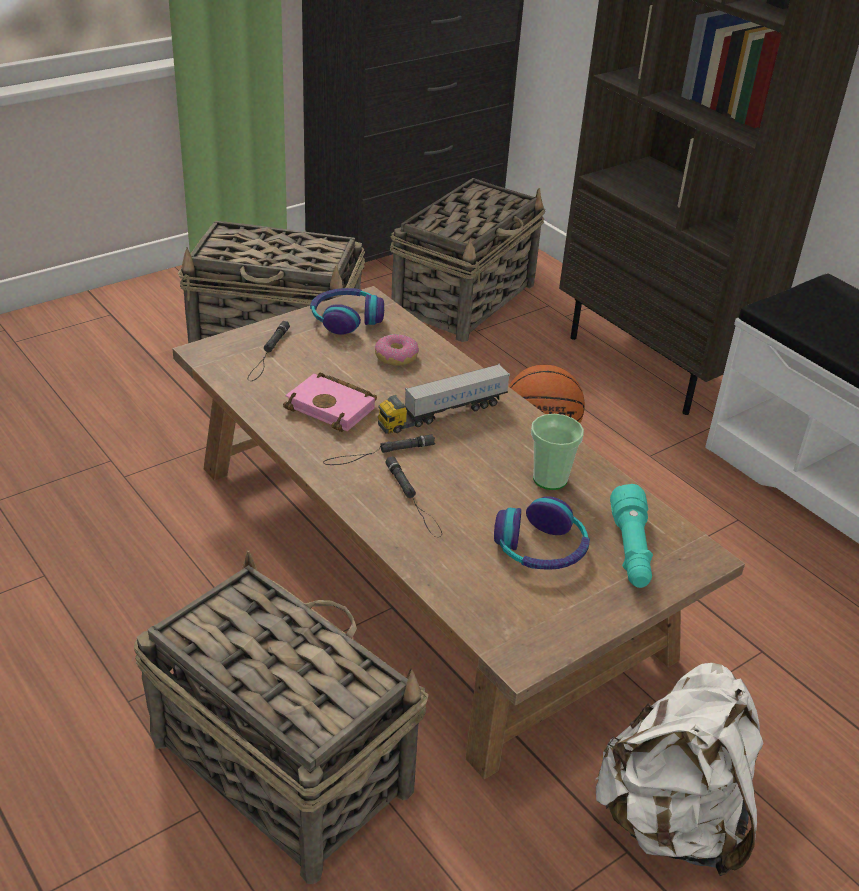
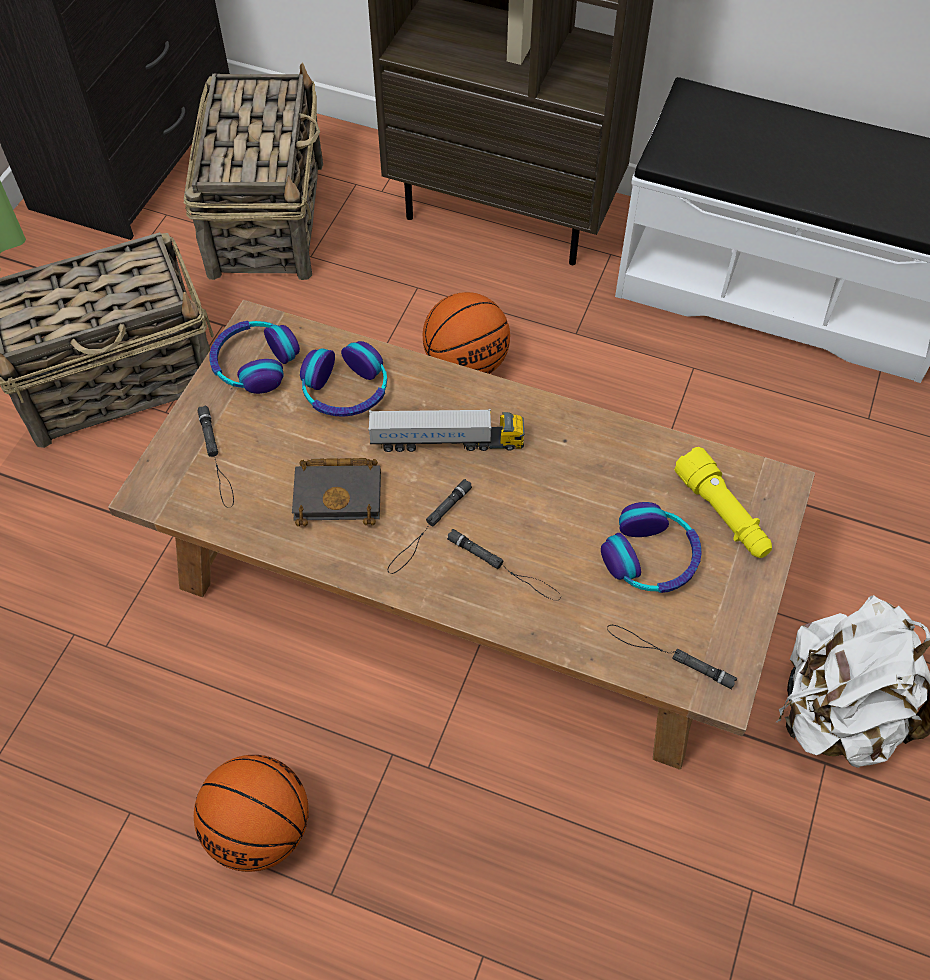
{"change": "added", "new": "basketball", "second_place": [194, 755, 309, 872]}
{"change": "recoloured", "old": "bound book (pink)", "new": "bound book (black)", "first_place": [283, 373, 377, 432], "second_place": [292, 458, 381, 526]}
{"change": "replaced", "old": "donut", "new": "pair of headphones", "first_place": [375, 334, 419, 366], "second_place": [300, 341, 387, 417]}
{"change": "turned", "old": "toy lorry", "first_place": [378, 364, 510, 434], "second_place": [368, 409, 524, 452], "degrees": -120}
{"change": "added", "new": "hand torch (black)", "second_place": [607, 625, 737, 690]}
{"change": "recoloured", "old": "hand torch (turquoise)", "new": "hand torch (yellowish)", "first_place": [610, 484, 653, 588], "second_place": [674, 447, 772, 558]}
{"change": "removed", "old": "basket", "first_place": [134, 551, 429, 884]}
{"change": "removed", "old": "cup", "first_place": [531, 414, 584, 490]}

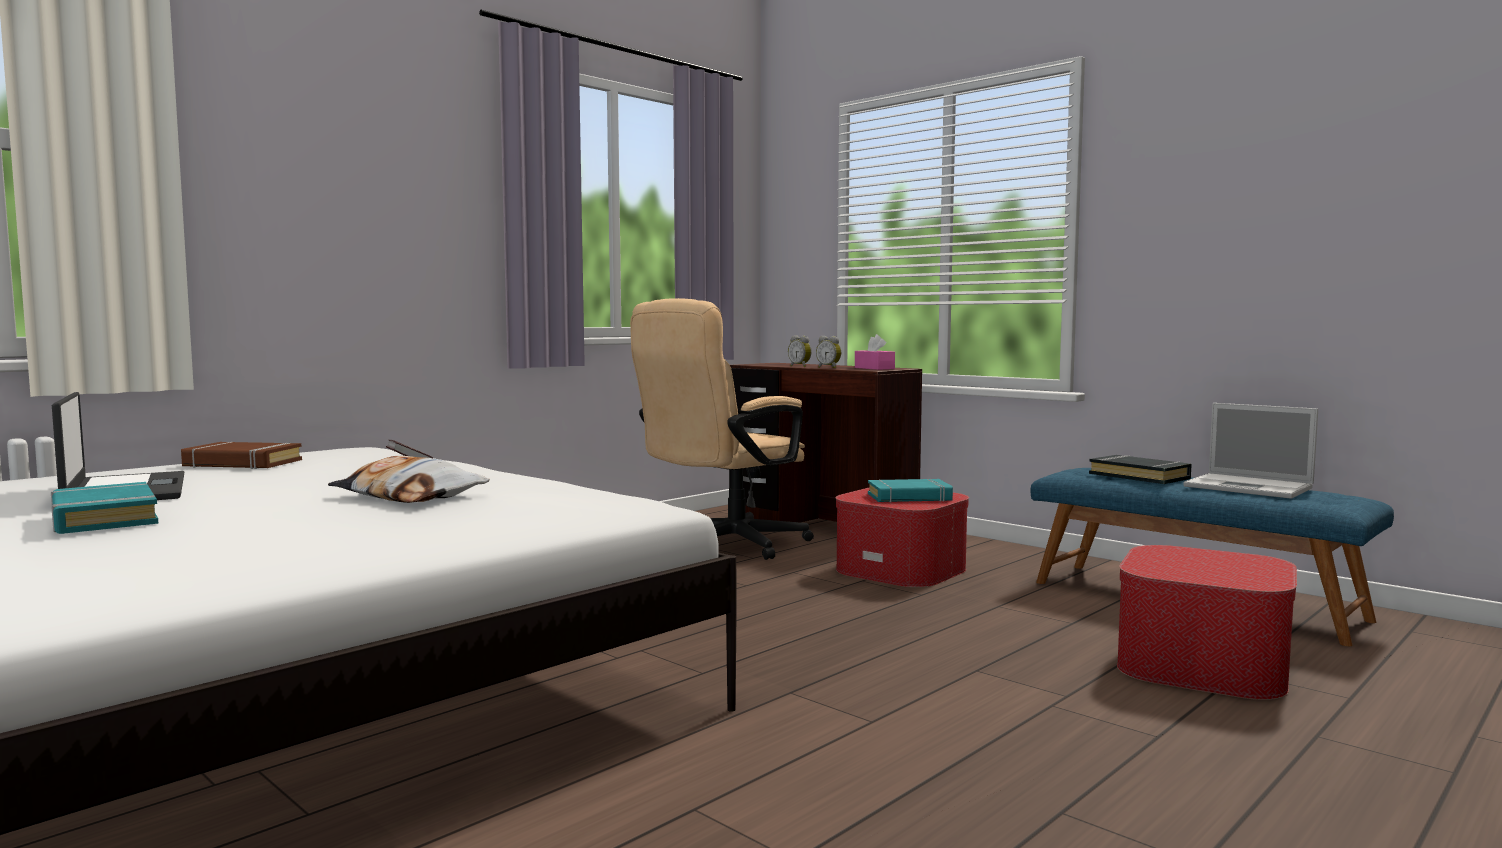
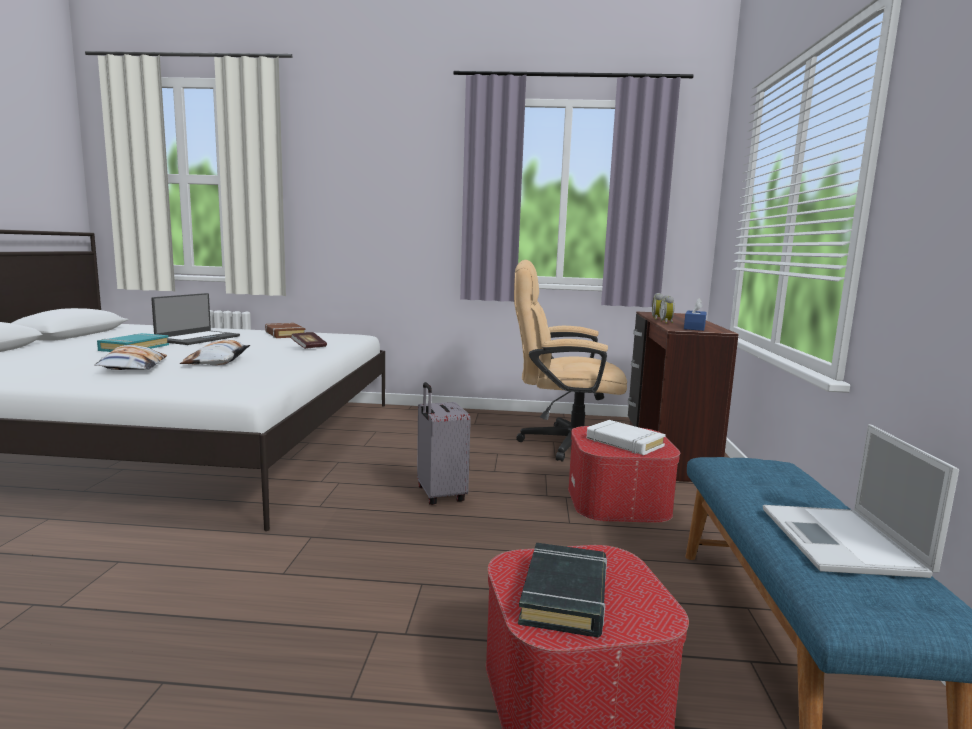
{"change": "added", "new": "throw pillow", "second_place": [94, 345, 167, 370]}
{"change": "added", "new": "travel case (grey)", "second_place": [417, 382, 471, 505]}
{"change": "moved", "old": "bound book (black)", "first_place": [1089, 455, 1192, 484], "second_place": [518, 543, 607, 637]}
{"change": "recoloured", "old": "bound book (turquoise)", "new": "bound book (whitish)", "first_place": [868, 479, 953, 503], "second_place": [587, 420, 666, 455]}
{"change": "recoloured", "old": "box of tissues (pink)", "new": "box of tissues (bluish)", "first_place": [855, 334, 895, 370], "second_place": [684, 298, 707, 331]}

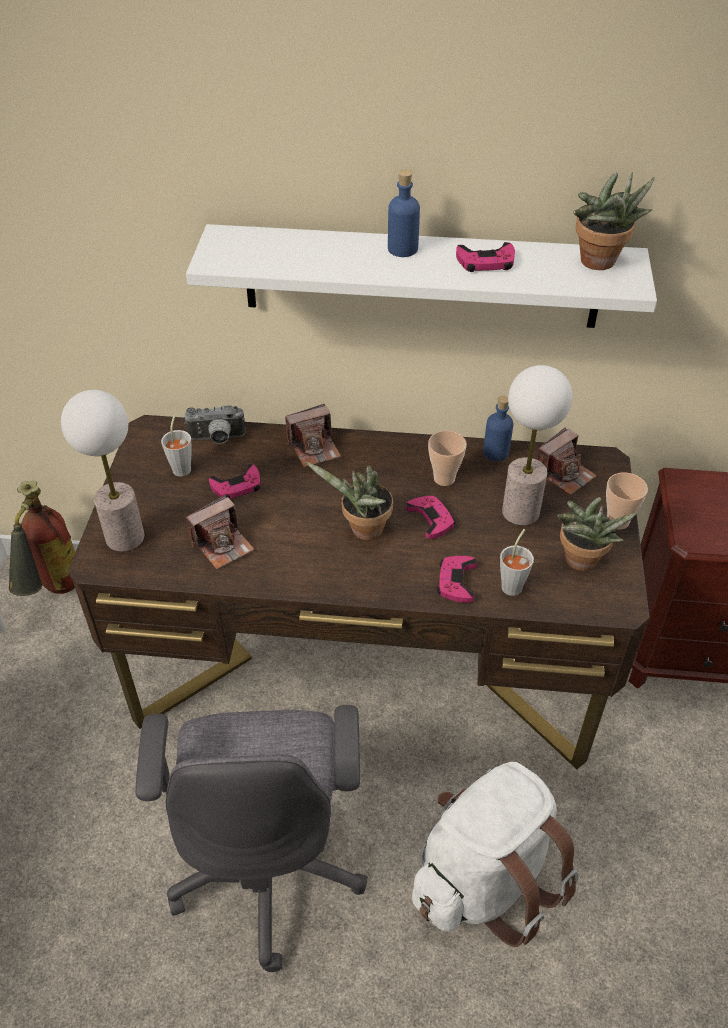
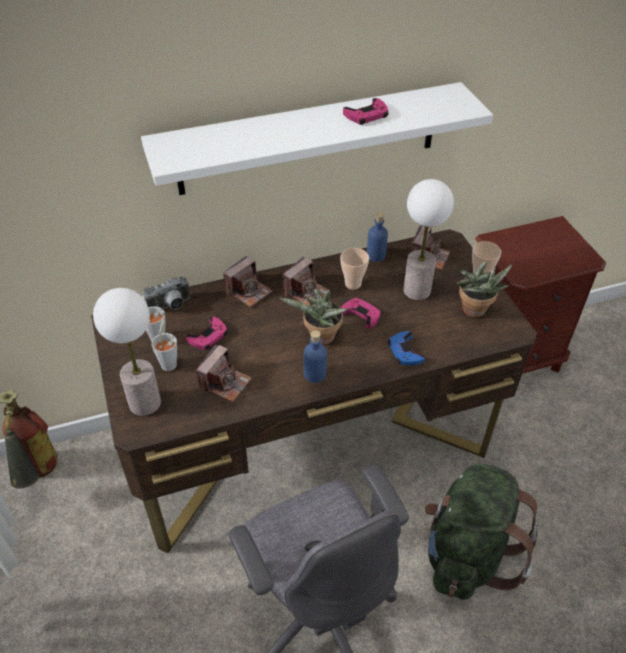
{"change": "moved", "old": "cup (grey)", "first_place": [500, 529, 534, 596], "second_place": [151, 320, 177, 371]}
{"change": "added", "new": "photo camera", "second_place": [282, 256, 328, 305]}
{"change": "moved", "old": "bottle (bluish)", "first_place": [388, 170, 420, 257], "second_place": [304, 330, 327, 383]}
{"change": "recoloured", "old": "gamepad (pink)", "new": "gamepad (bluish)", "first_place": [437, 556, 477, 603], "second_place": [388, 331, 425, 365]}
{"change": "recoloured", "old": "rucksack (whitish)", "new": "rucksack (green-coloured)", "first_place": [412, 762, 578, 947], "second_place": [425, 463, 538, 600]}
{"change": "removed", "old": "potted plant", "first_place": [573, 172, 655, 270]}

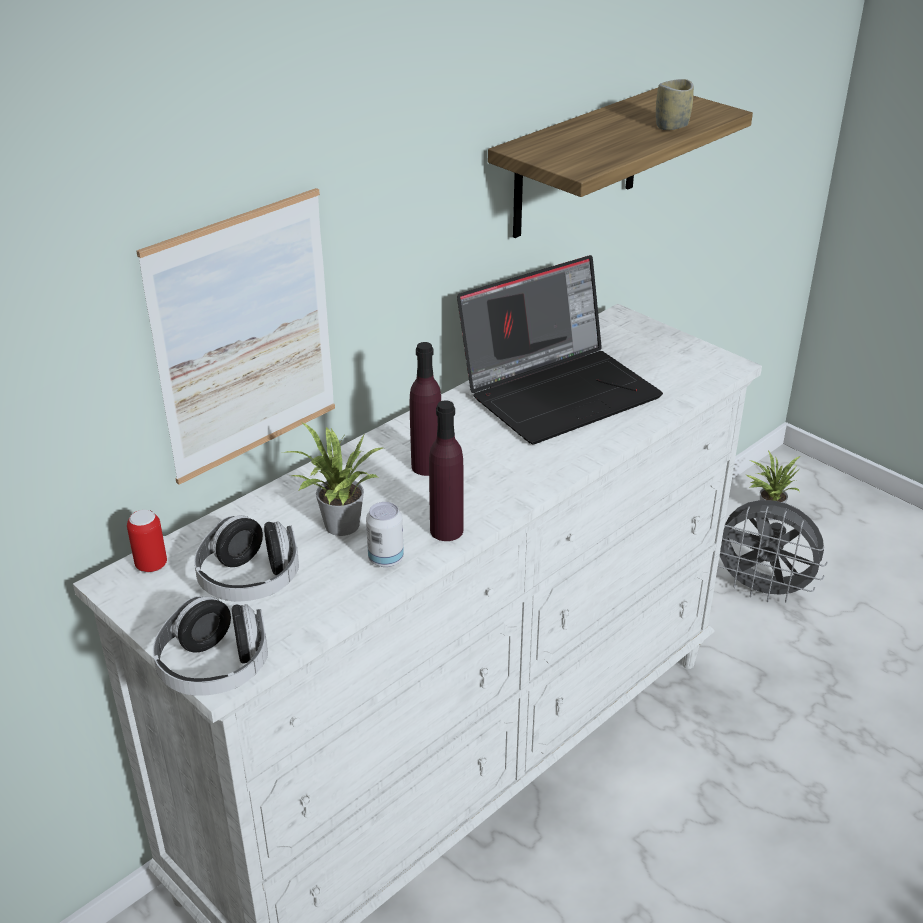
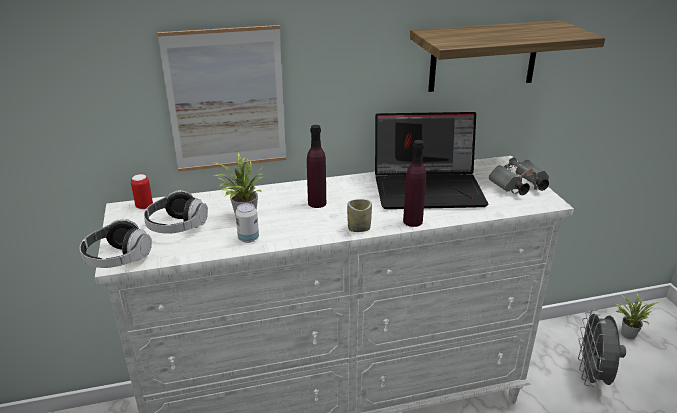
{"change": "moved", "old": "cup", "first_place": [656, 79, 694, 130], "second_place": [347, 199, 372, 232]}
{"change": "moved", "old": "bottle (purple-coloured)", "first_place": [429, 400, 464, 541], "second_place": [403, 140, 426, 227]}
{"change": "added", "new": "pair of binoculars (grey)", "second_place": [489, 157, 549, 195]}
{"change": "turned", "old": "fan (grey)", "first_place": [718, 500, 828, 602], "second_place": [578, 310, 626, 387], "degrees": 45}

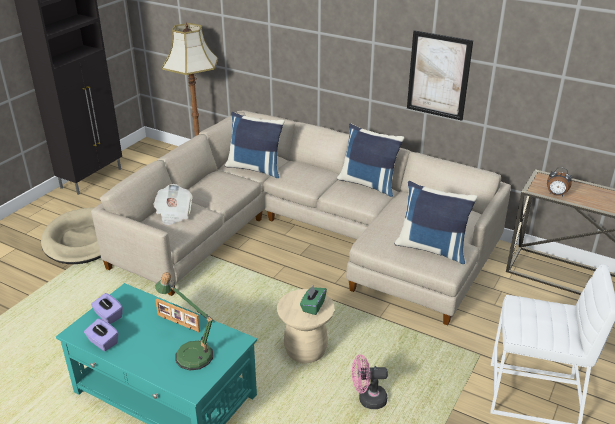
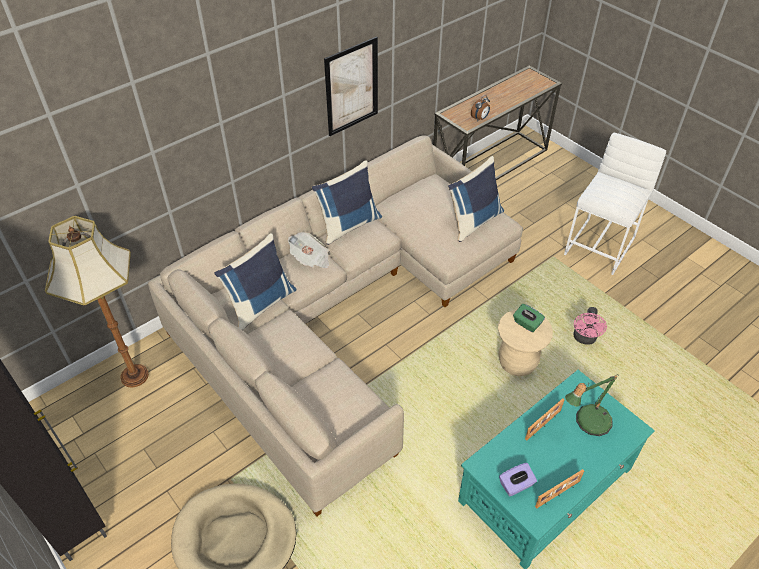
{"change": "moved", "old": "printed paper", "first_place": [153, 184, 193, 225], "second_place": [288, 232, 329, 268]}
{"change": "replaced", "old": "box of tissues (purple-coloured)", "new": "picture frame", "first_place": [84, 318, 119, 351], "second_place": [535, 469, 584, 509]}

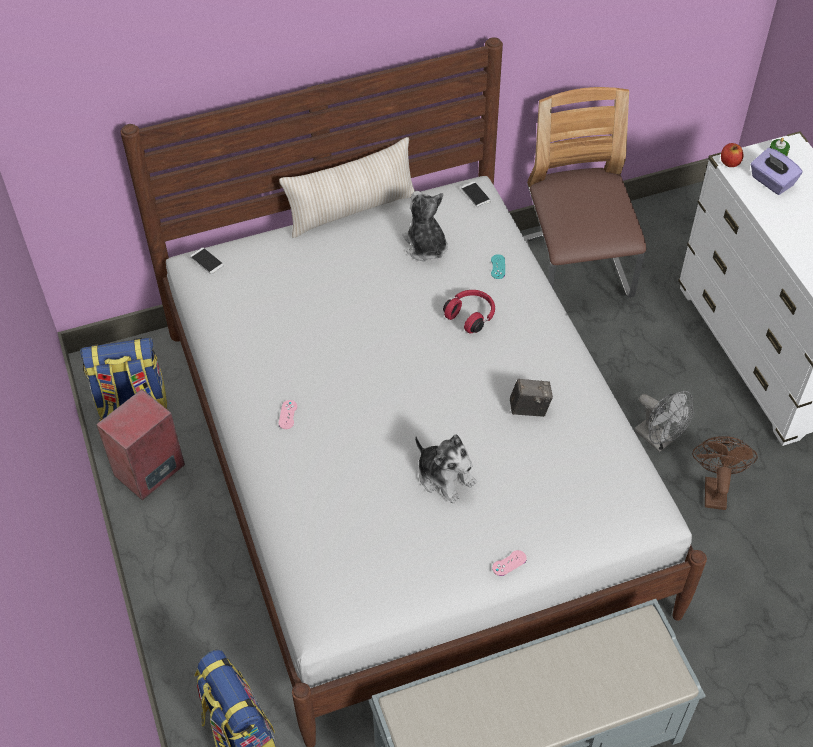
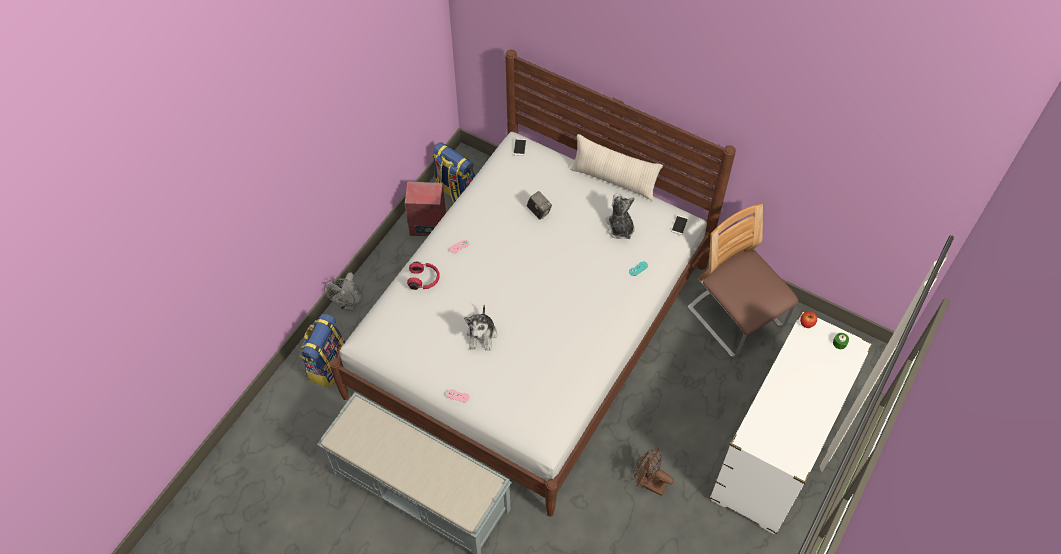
{"change": "moved", "old": "fan (grey)", "first_place": [634, 391, 693, 452], "second_place": [324, 273, 363, 311]}
{"change": "moved", "old": "pair of headphones (red-coloured)", "first_place": [443, 290, 495, 333], "second_place": [407, 262, 440, 290]}
{"change": "moved", "old": "photo camera", "first_place": [510, 379, 553, 417], "second_place": [526, 191, 552, 220]}
{"change": "turned", "old": "cuddly toy", "first_place": [402, 191, 448, 261], "second_place": [605, 193, 635, 239], "degrees": -45}
{"change": "turned", "old": "fan (brown)", "first_place": [692, 437, 758, 510], "second_place": [634, 448, 674, 496], "degrees": -120}
{"change": "turned", "old": "plain chair", "first_place": [523, 87, 646, 298], "second_place": [687, 203, 798, 358], "degrees": -75}
{"change": "removed", "old": "box of tissues (purple-coloured)", "first_place": [750, 148, 803, 195]}

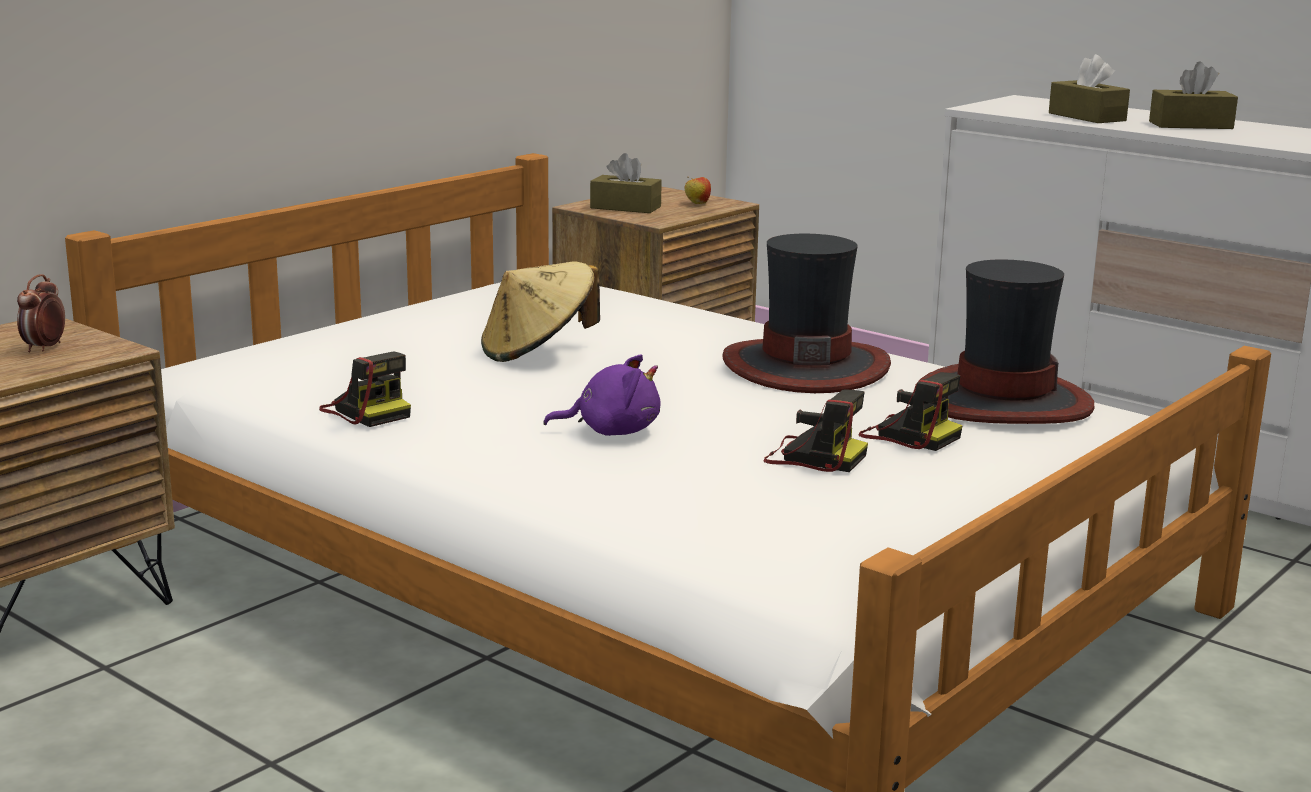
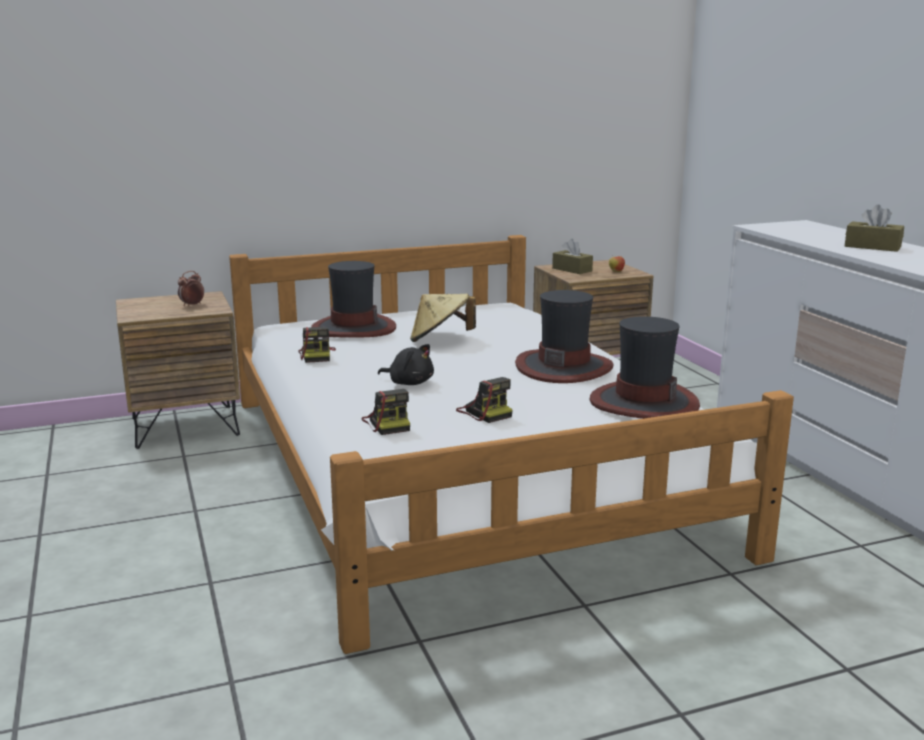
{"change": "added", "new": "hat", "second_place": [311, 261, 396, 337]}
{"change": "moved", "old": "photo camera", "first_place": [859, 372, 963, 451], "second_place": [362, 389, 410, 435]}
{"change": "recoloured", "old": "cuddly toy (purple-coloured)", "new": "cuddly toy (black)", "first_place": [543, 354, 661, 436], "second_place": [378, 344, 434, 385]}
{"change": "removed", "old": "box of tissues (brown)", "first_place": [1049, 54, 1130, 123]}

